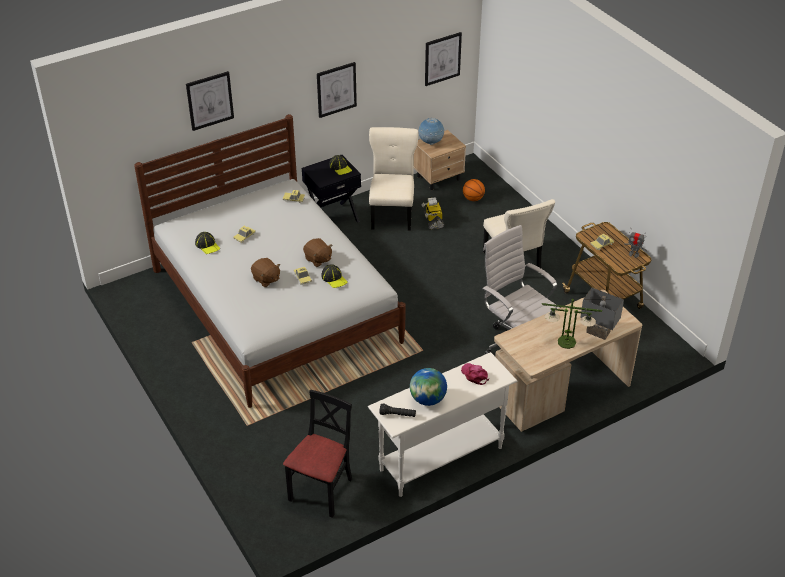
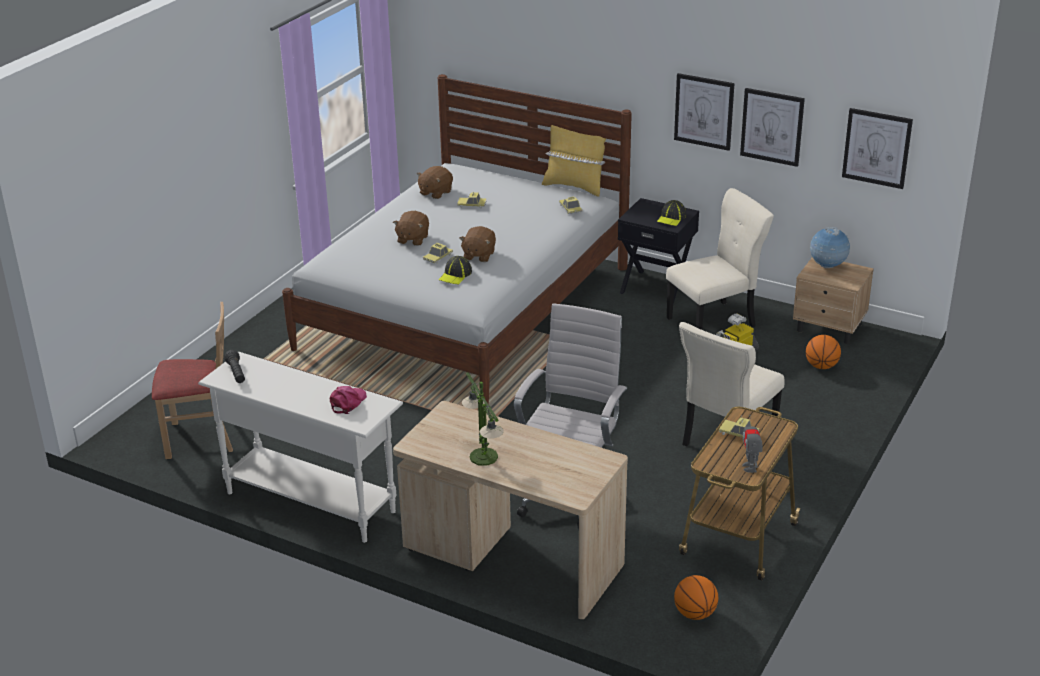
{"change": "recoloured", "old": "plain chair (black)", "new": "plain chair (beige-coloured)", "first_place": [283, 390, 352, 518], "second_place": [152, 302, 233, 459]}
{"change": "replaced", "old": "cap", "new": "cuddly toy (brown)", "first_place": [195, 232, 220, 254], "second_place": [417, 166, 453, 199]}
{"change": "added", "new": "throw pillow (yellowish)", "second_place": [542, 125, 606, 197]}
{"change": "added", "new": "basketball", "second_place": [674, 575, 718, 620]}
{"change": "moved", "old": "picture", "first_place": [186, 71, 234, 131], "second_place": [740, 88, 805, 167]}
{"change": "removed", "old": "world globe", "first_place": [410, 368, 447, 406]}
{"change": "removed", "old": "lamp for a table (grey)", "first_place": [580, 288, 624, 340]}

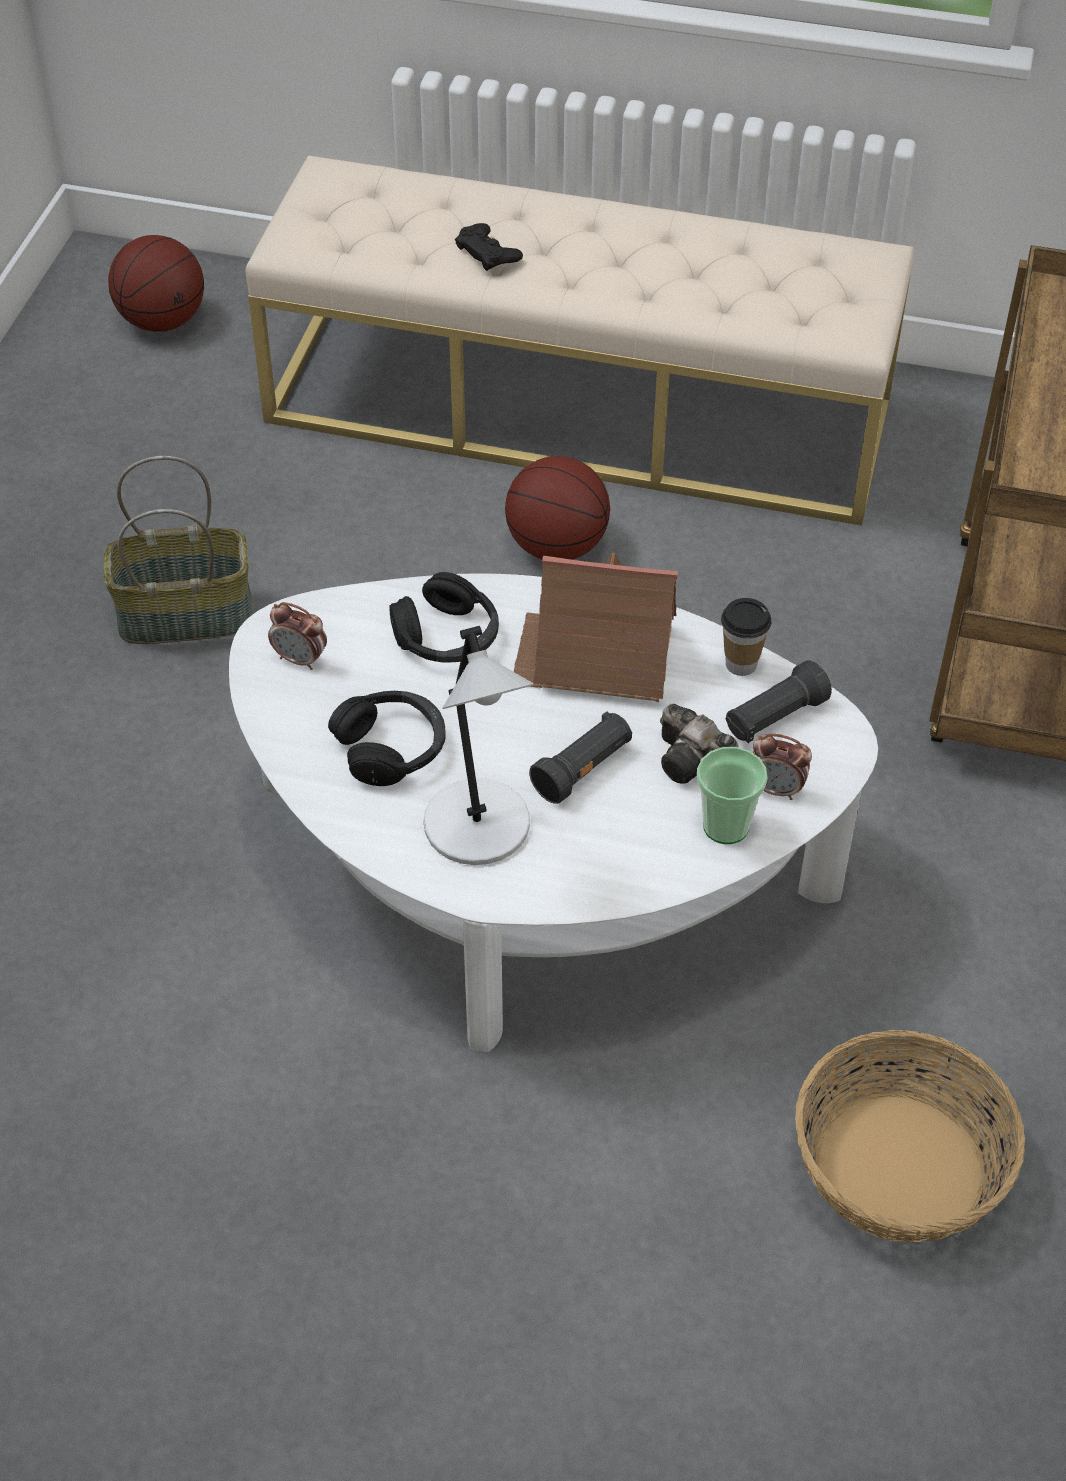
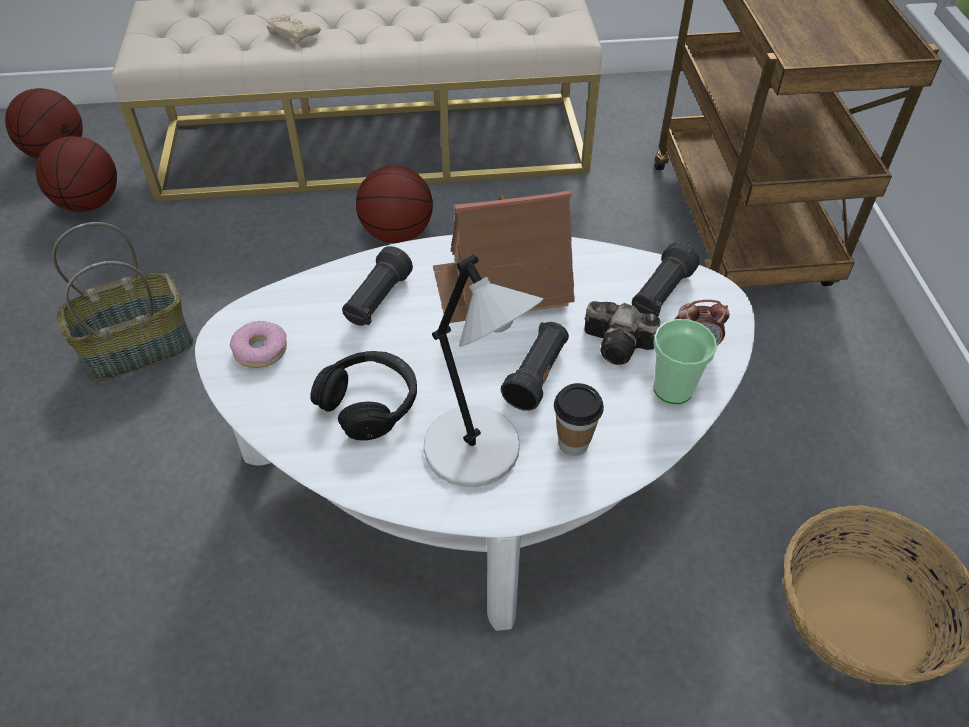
{"change": "added", "new": "basketball", "second_place": [36, 136, 117, 212]}
{"change": "replaced", "old": "alarm clock", "new": "donut", "first_place": [268, 602, 327, 670], "second_place": [230, 321, 287, 368]}
{"change": "recoloured", "old": "gamepad (black)", "new": "gamepad (beige-coloured)", "first_place": [455, 223, 523, 271], "second_place": [267, 14, 321, 44]}
{"change": "replaced", "old": "pair of headphones (black)", "new": "hand torch (black)", "first_place": [389, 572, 499, 663], "second_place": [342, 246, 413, 326]}
{"change": "moved", "old": "cup", "first_place": [721, 598, 772, 676], "second_place": [554, 383, 604, 456]}

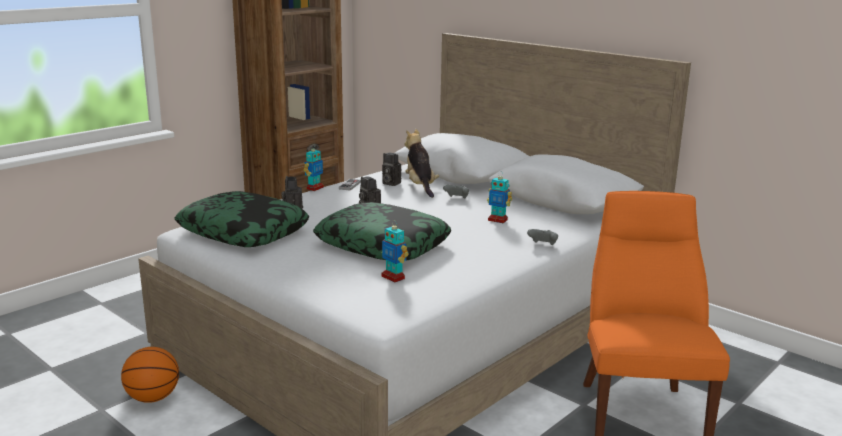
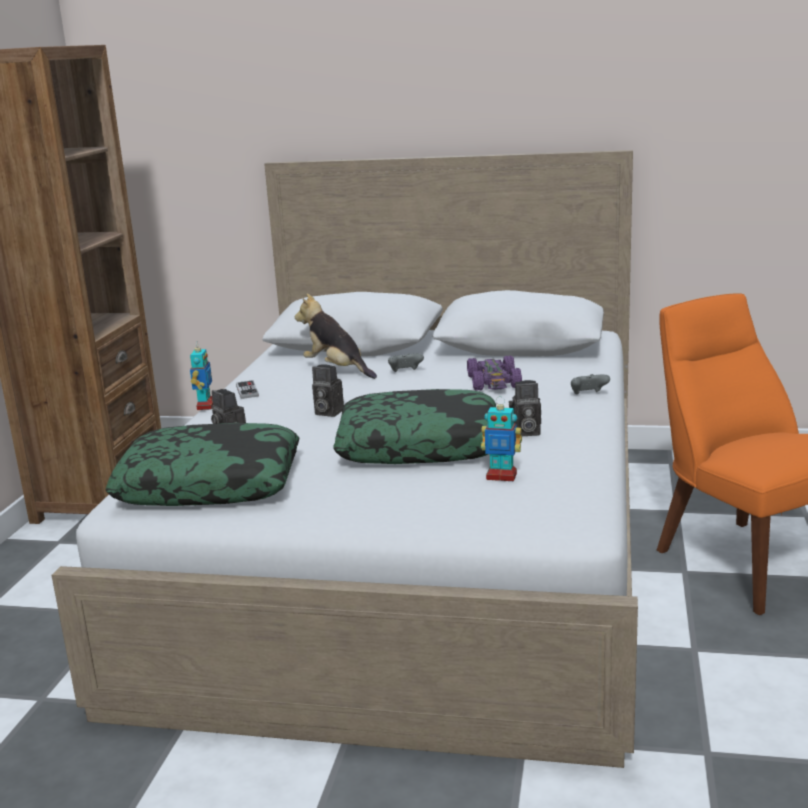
{"change": "replaced", "old": "toy robot", "new": "toy car (purple-coloured)", "first_place": [487, 171, 512, 223], "second_place": [467, 355, 522, 391]}
{"change": "moved", "old": "photo camera", "first_place": [382, 153, 401, 186], "second_place": [509, 380, 541, 436]}
{"change": "removed", "old": "basketball", "first_place": [121, 347, 179, 403]}

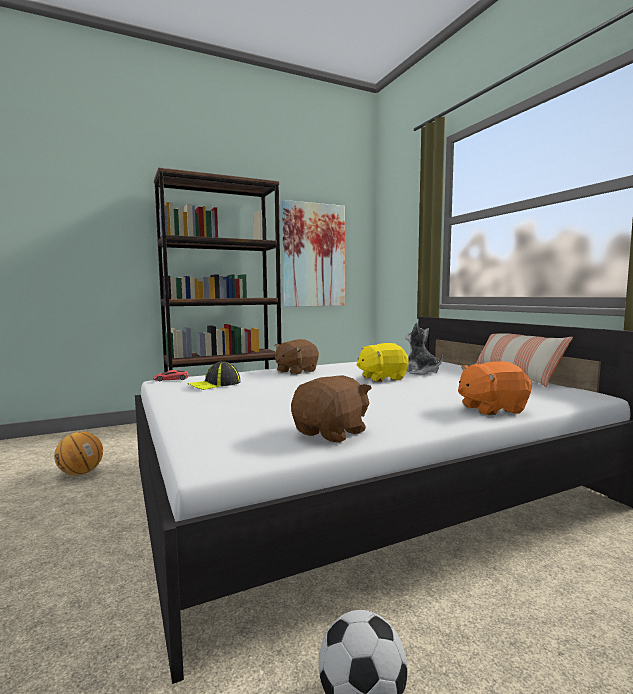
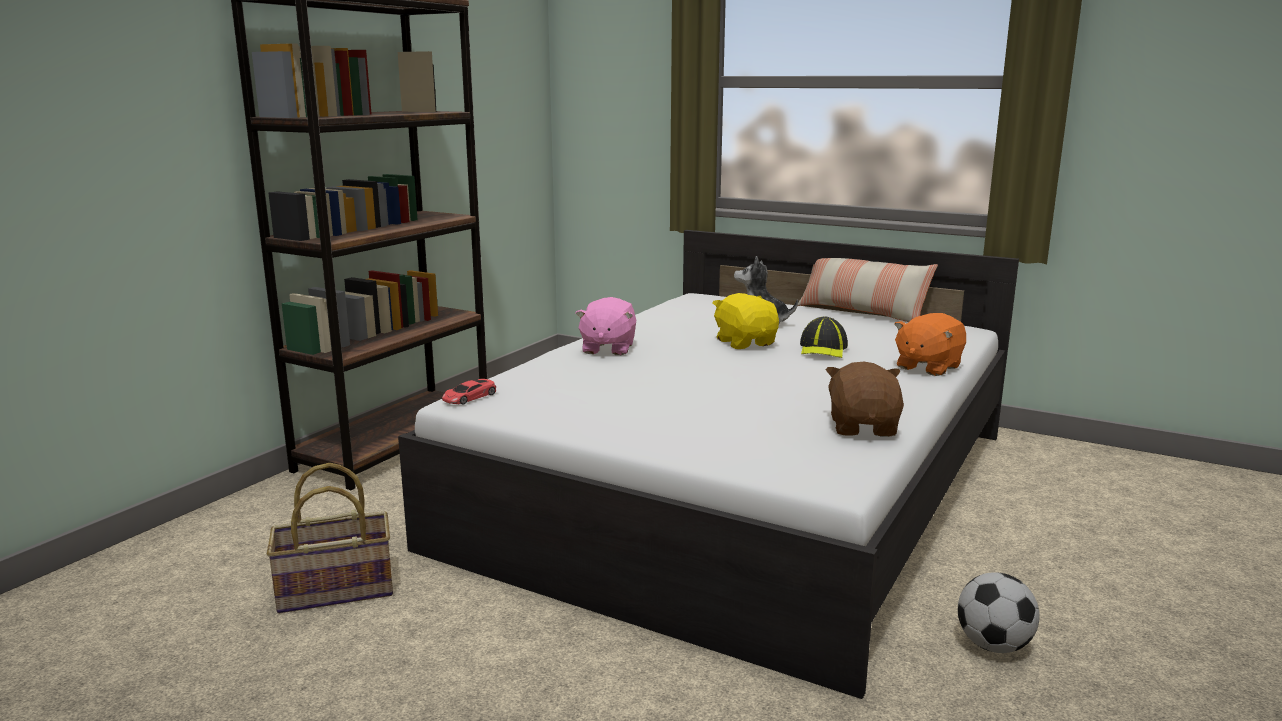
{"change": "replaced", "old": "basketball", "new": "basket", "first_place": [54, 432, 103, 476], "second_place": [267, 463, 393, 613]}
{"change": "recoloured", "old": "cuddly toy (brown)", "new": "cuddly toy (pink)", "first_place": [275, 339, 319, 375], "second_place": [576, 297, 636, 355]}
{"change": "turned", "old": "cuddly toy (yellowish)", "first_place": [356, 343, 409, 382], "second_place": [713, 293, 779, 349], "degrees": 120}
{"change": "moved", "old": "cap", "first_place": [188, 361, 241, 390], "second_place": [800, 317, 848, 358]}
{"change": "removed", "old": "picture", "first_place": [282, 200, 345, 307]}

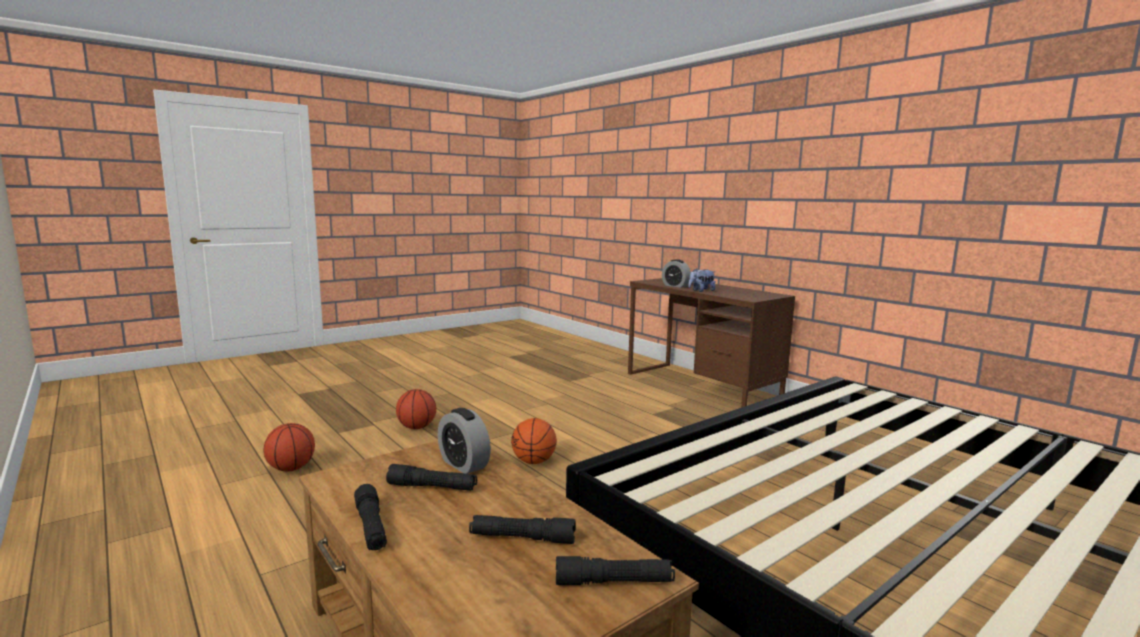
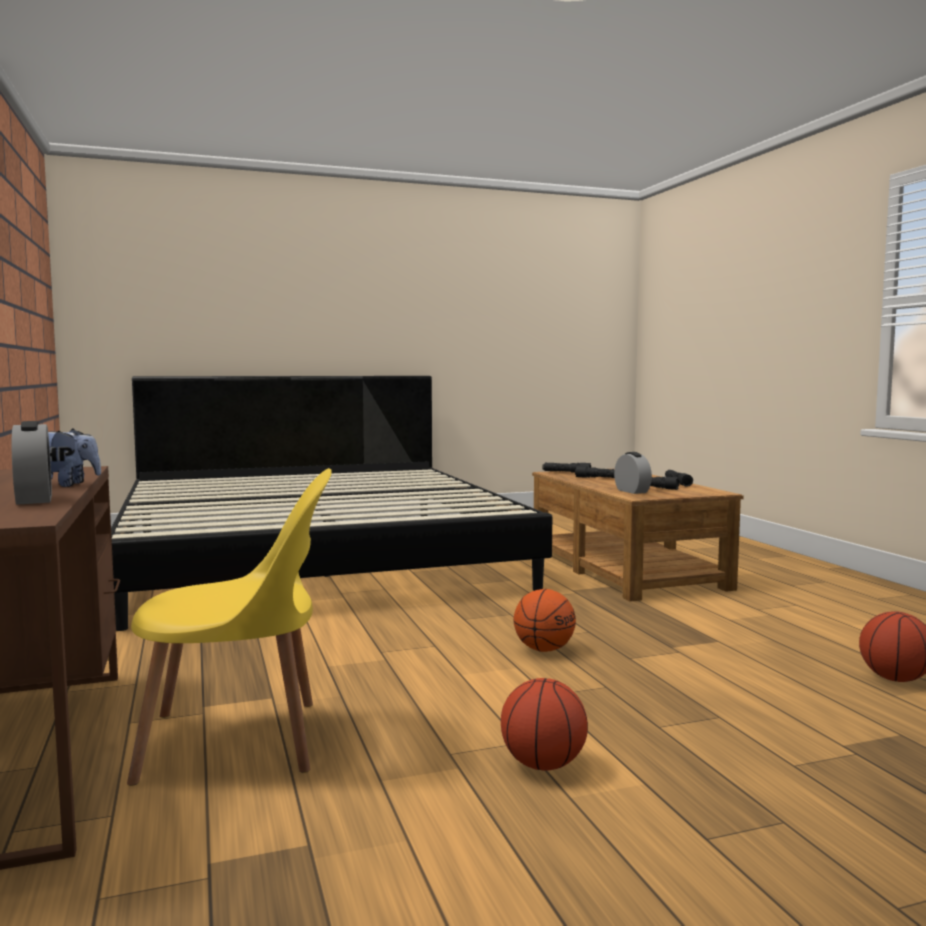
{"change": "added", "new": "plain chair (yellowish)", "second_place": [127, 468, 332, 786]}
{"change": "moved", "old": "basketball", "first_place": [396, 389, 436, 429], "second_place": [501, 678, 588, 771]}

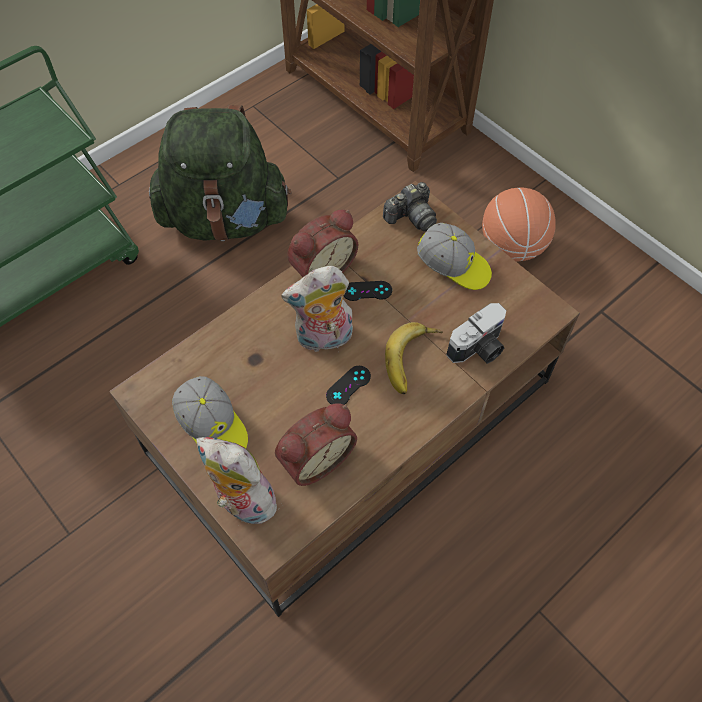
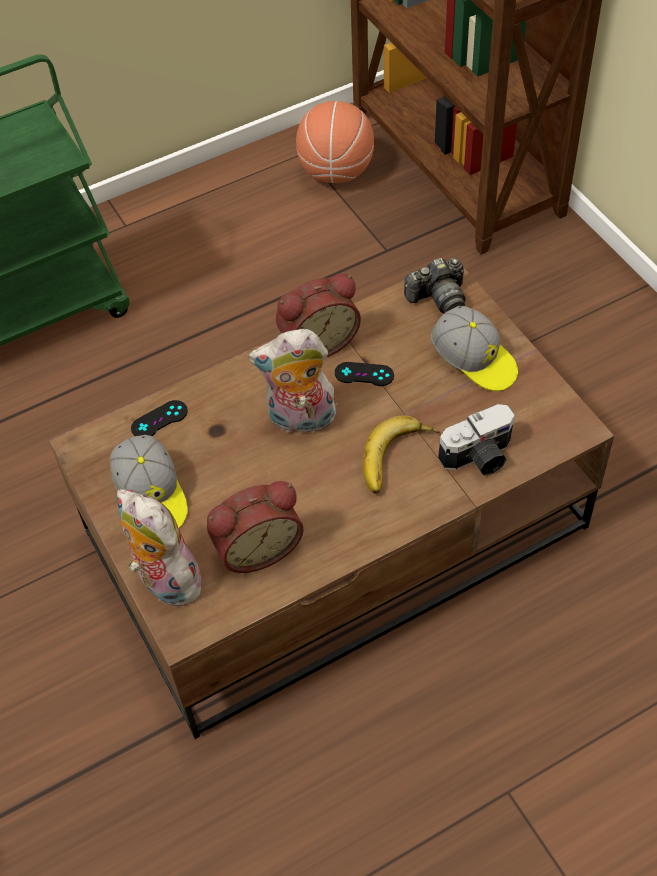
{"change": "moved", "old": "gamepad (black)", "first_place": [326, 366, 371, 405], "second_place": [131, 400, 188, 436]}
{"change": "moved", "old": "basketball", "first_place": [482, 188, 556, 261], "second_place": [296, 101, 374, 183]}
{"change": "removed", "old": "rucksack (green-coloured)", "first_place": [149, 105, 292, 241]}

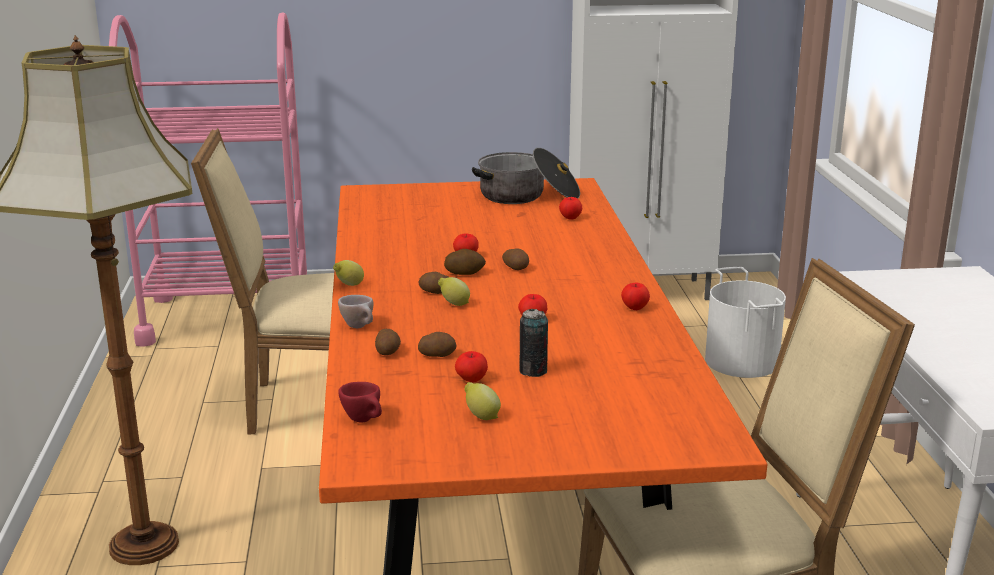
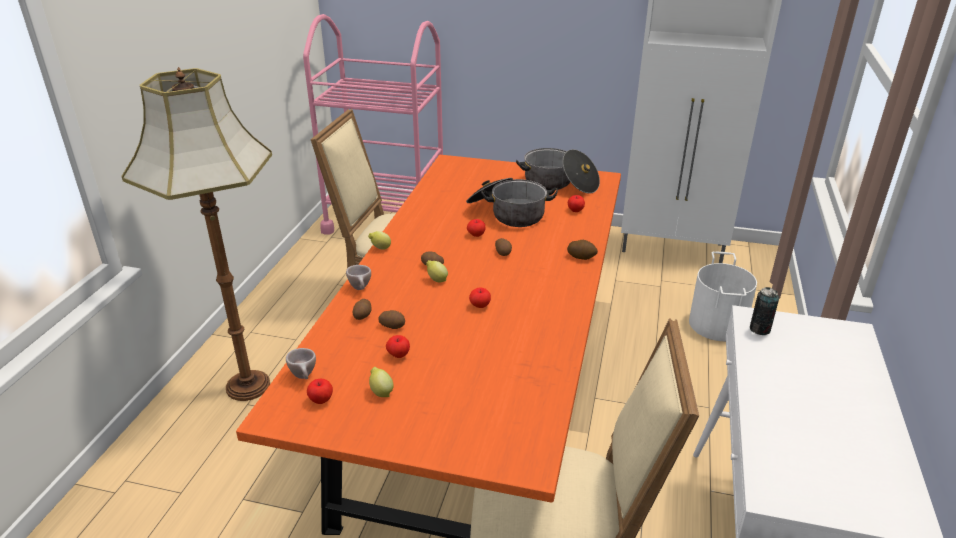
{"change": "recoloured", "old": "cup (red-coloured)", "new": "cup (beige-coloured)", "first_place": [338, 382, 382, 423], "second_place": [286, 348, 316, 379]}
{"change": "moved", "old": "apple", "first_place": [621, 282, 650, 310], "second_place": [307, 378, 333, 404]}
{"change": "added", "new": "cooking pot", "second_place": [466, 178, 558, 227]}
{"change": "moved", "old": "potato", "first_place": [444, 249, 486, 275], "second_place": [567, 240, 598, 260]}
{"change": "moved", "old": "can", "first_place": [519, 309, 548, 377], "second_place": [750, 287, 779, 335]}

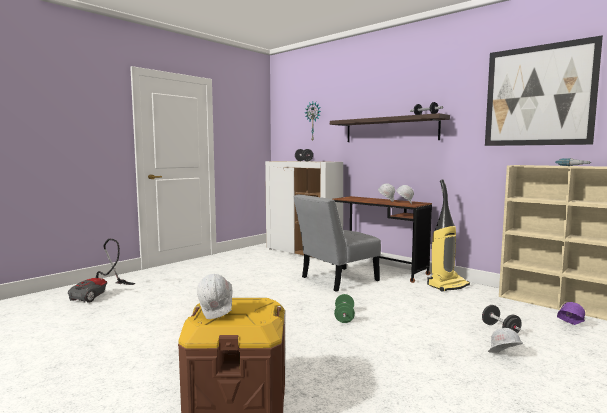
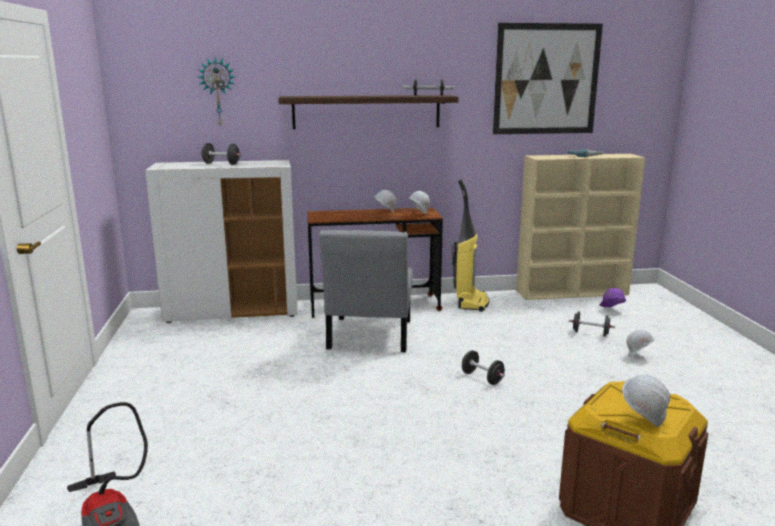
{"change": "recoloured", "old": "hand weight (green-coloured)", "new": "hand weight (black)", "first_place": [334, 294, 355, 323], "second_place": [462, 350, 505, 385]}

